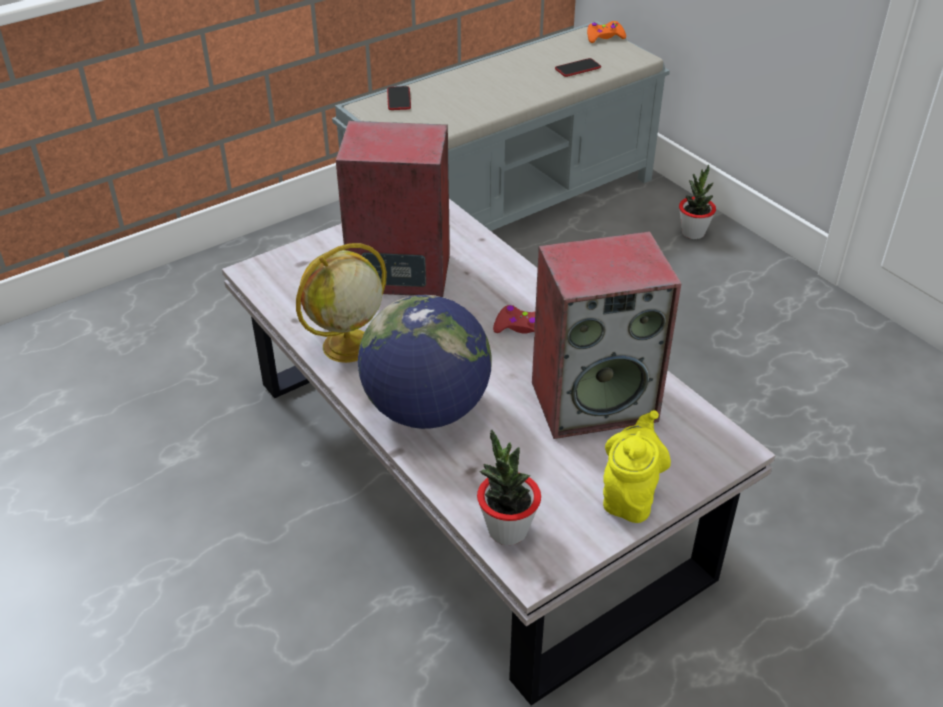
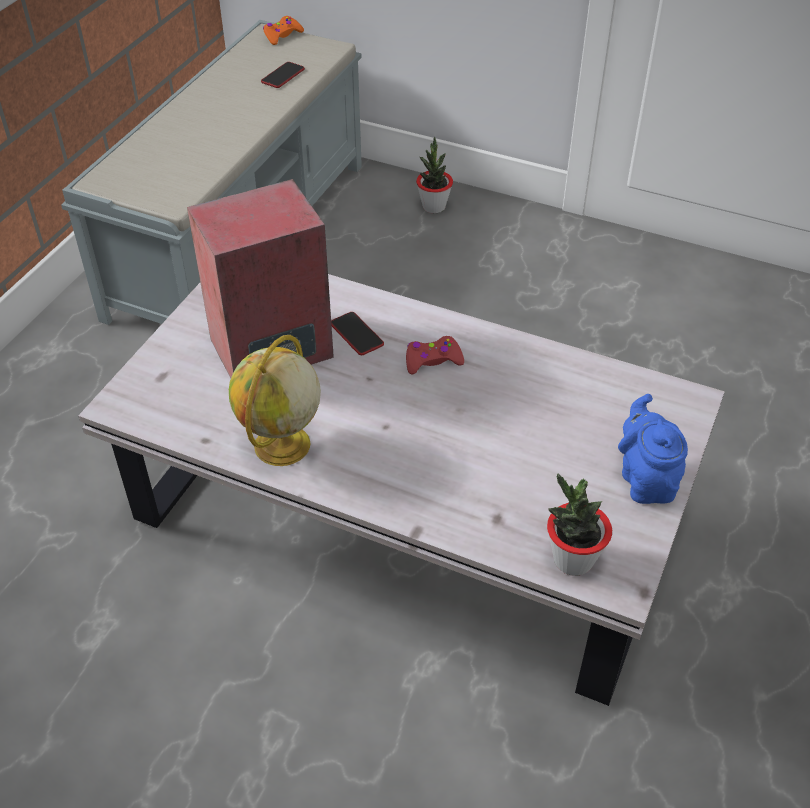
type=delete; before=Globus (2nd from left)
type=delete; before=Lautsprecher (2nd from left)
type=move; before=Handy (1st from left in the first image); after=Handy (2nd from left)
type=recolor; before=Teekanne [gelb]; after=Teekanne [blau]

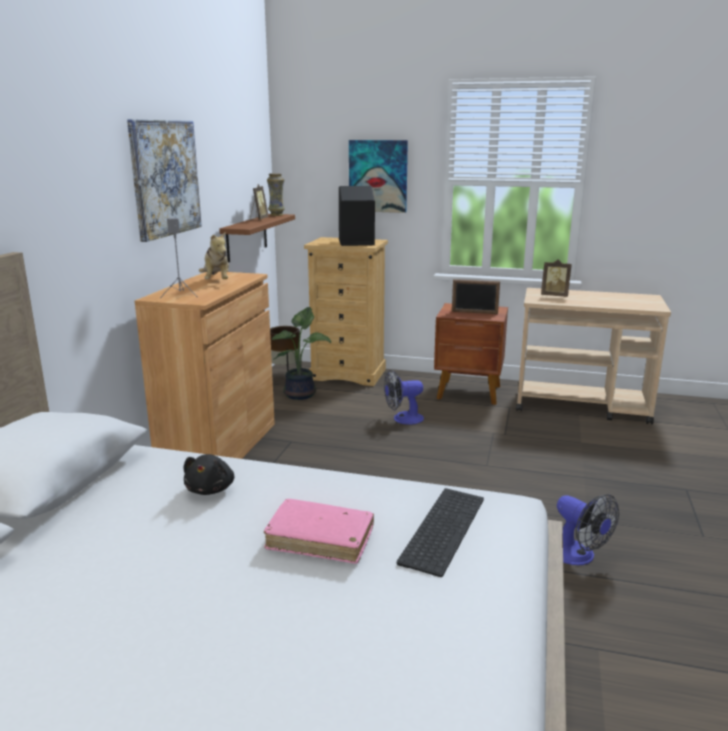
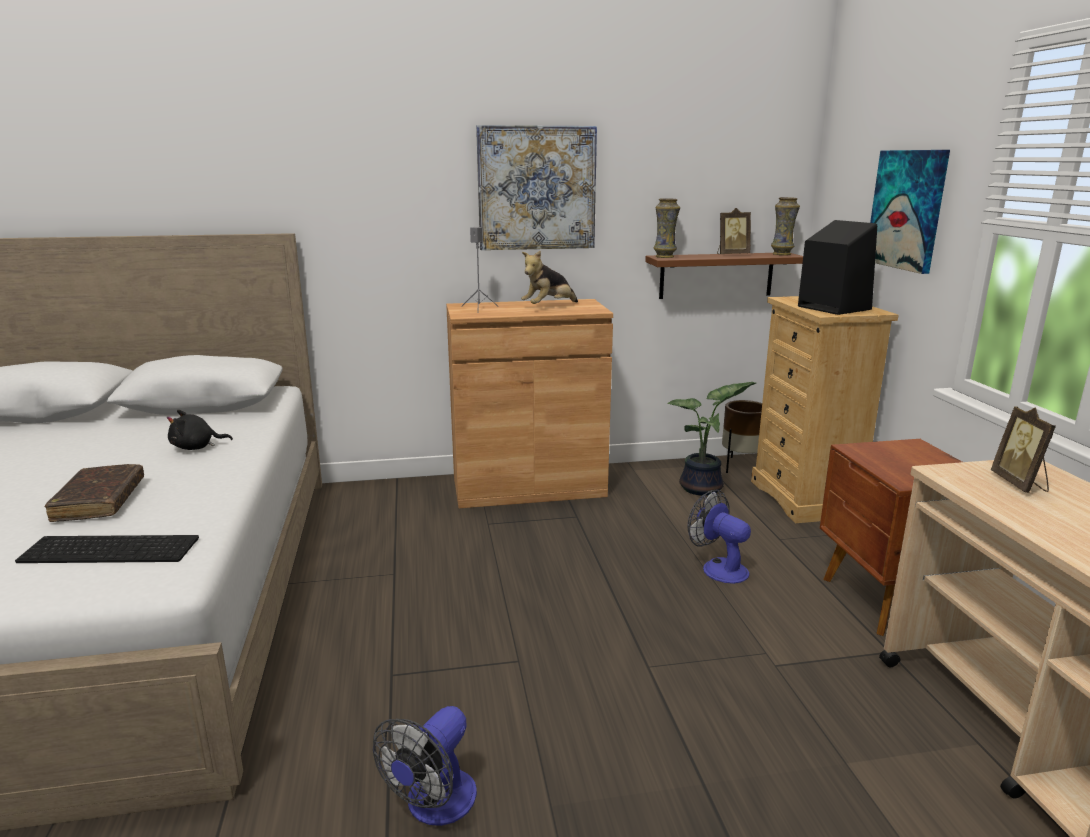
type=delete; before=Bilderrahmen (2nd from left)
type=insert; after=Vase (1st from left)
type=recolor; before=Buch [rosa]; after=Buch [braun]

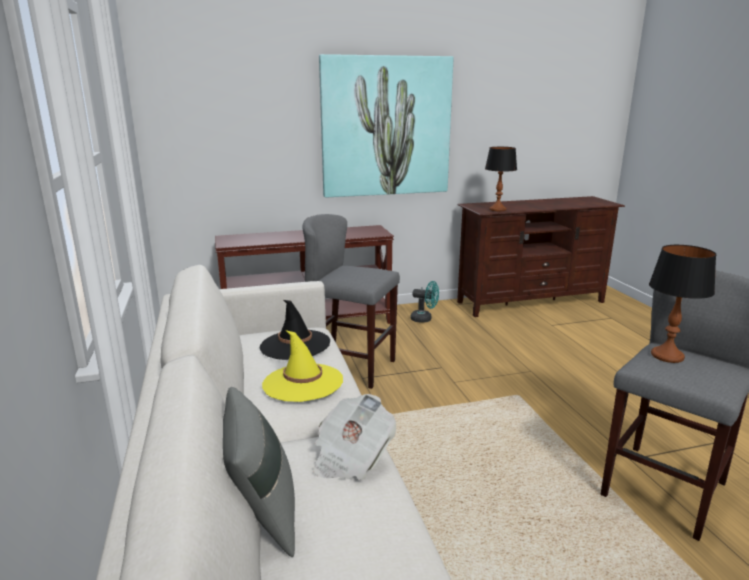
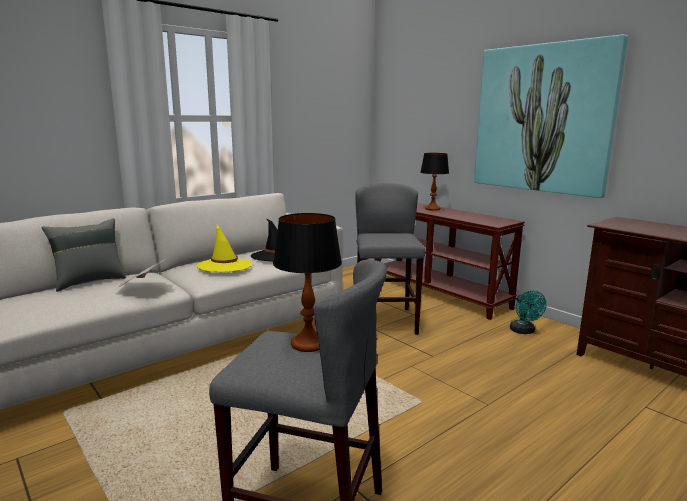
type=move; before=Tischlampe (1st from left in the first image); after=Tischlampe (2nd from left)

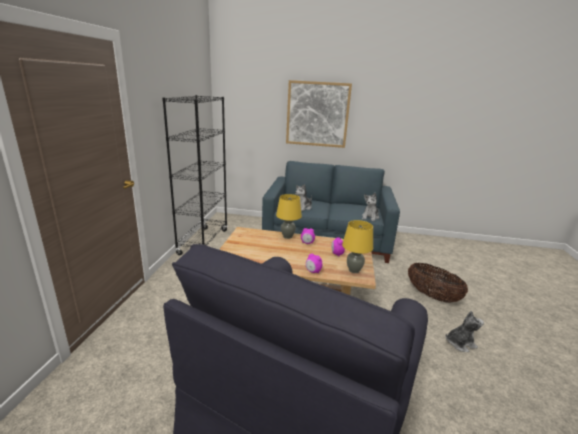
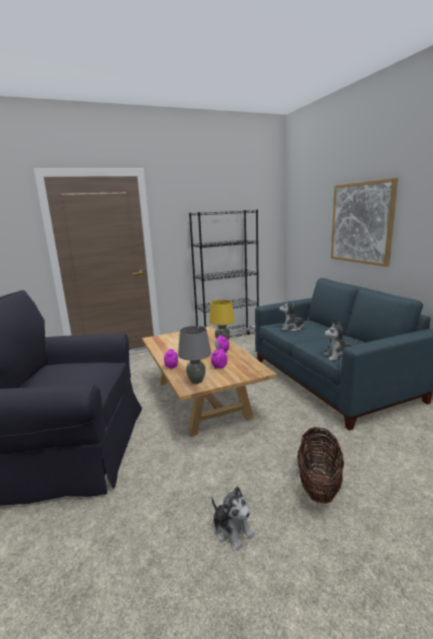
type=recolor; before=Tischlampe [gelb] (2nd from left); after=Tischlampe [grau]

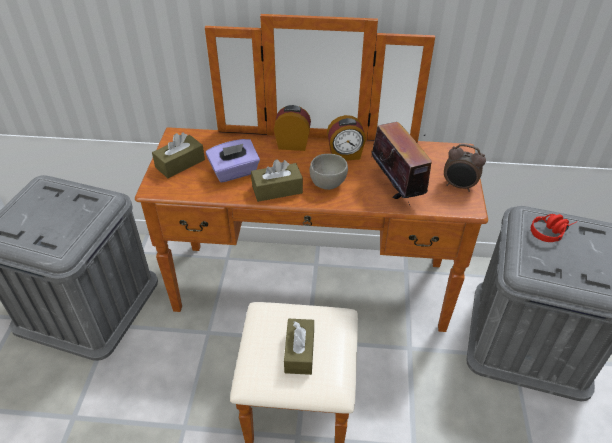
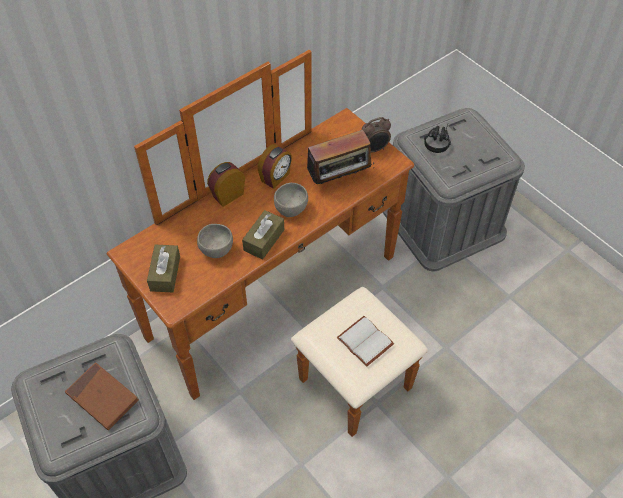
type=insert; after=Buch [braun]
type=replace; before=Taschentuchbox [lila]; after=Schüssel [grau] (1st from left)
type=replace; before=Taschentuchbox [braun] (3rd from left); after=Buch [weiß]
type=recolor; before=Kopfhörer [rot]; after=Kopfhörer [schwarz]
type=rotate; before=Radio; turn=135

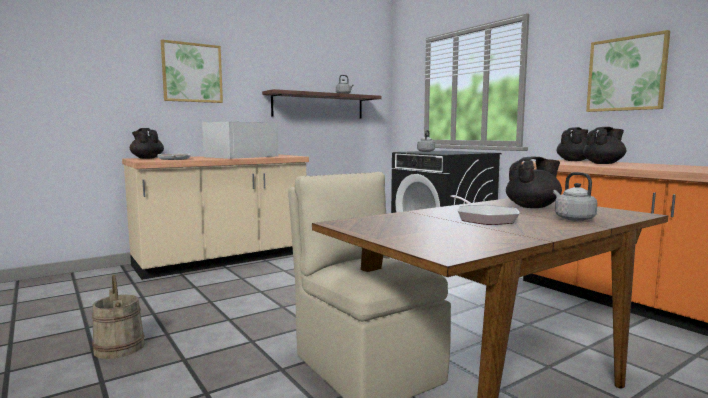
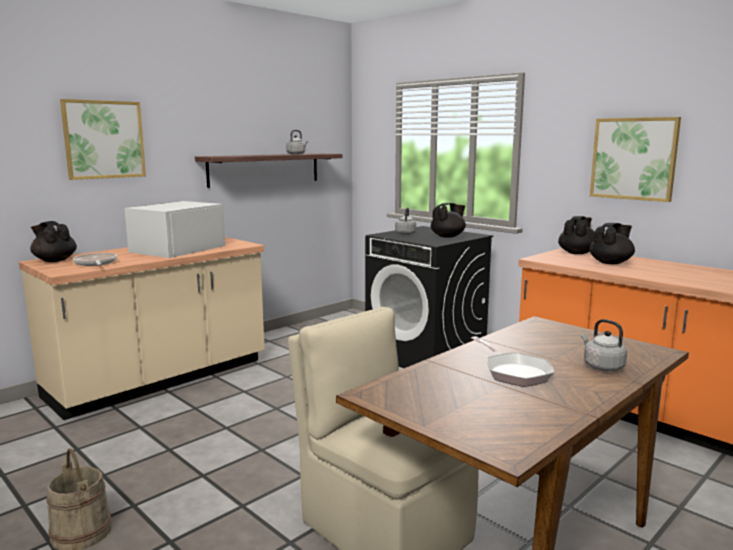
type=move; before=Teekanne [schwarz] (2nd from left)

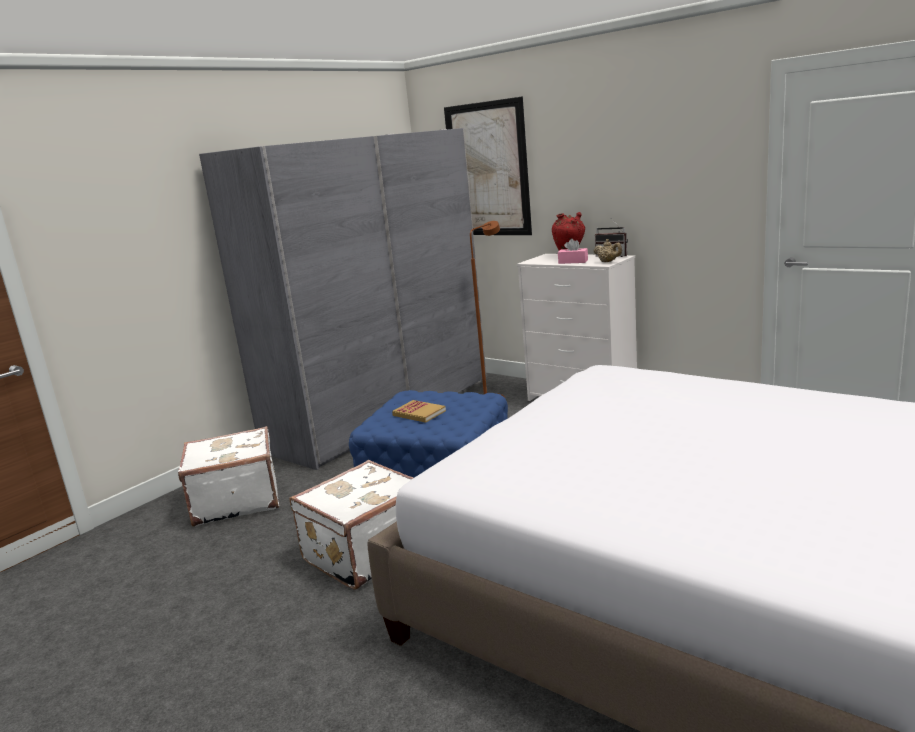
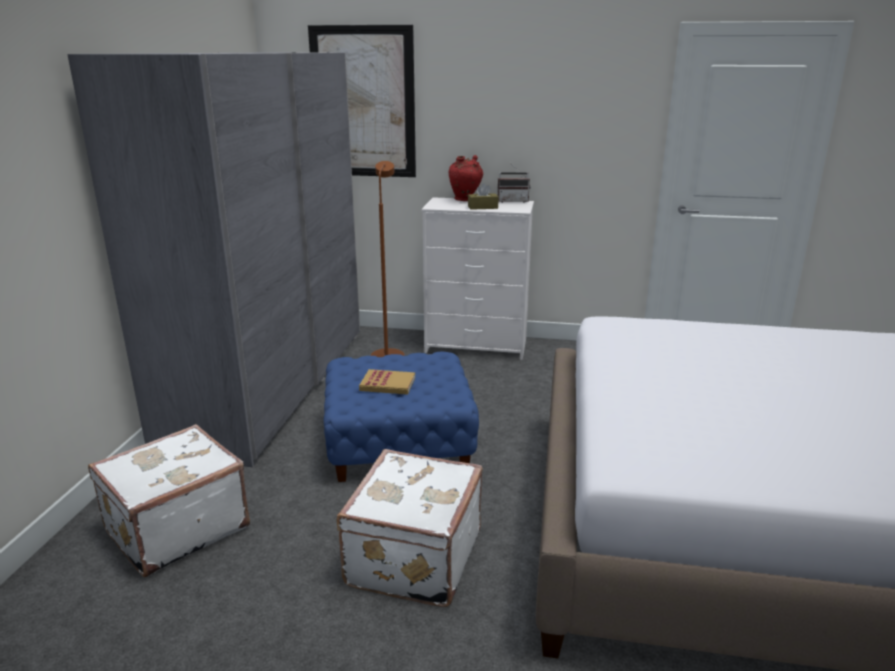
type=delete; before=Teekanne [beige]
type=recolor; before=Taschentuchbox [rosa]; after=Taschentuchbox [braun]

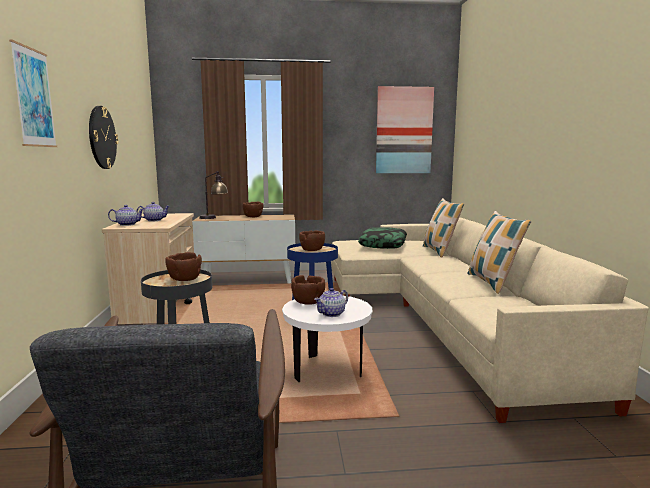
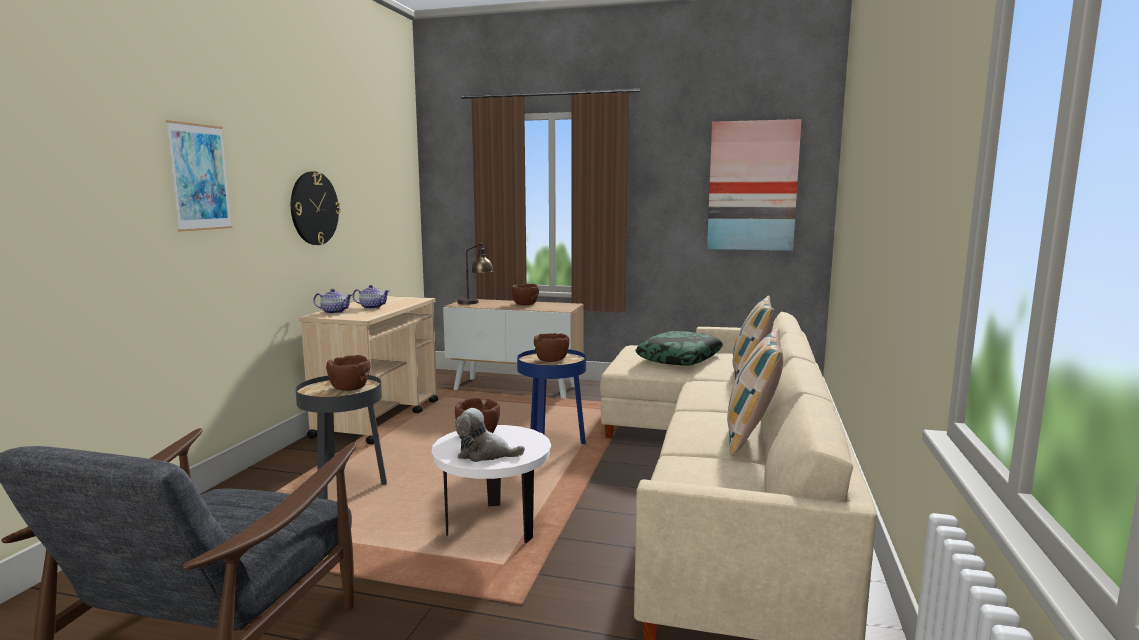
type=replace; before=Teekanne (3rd from left); after=Plüschtier

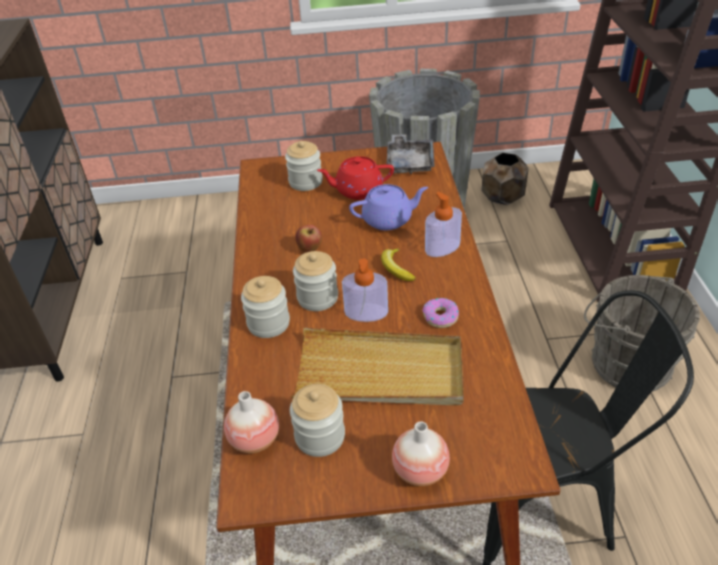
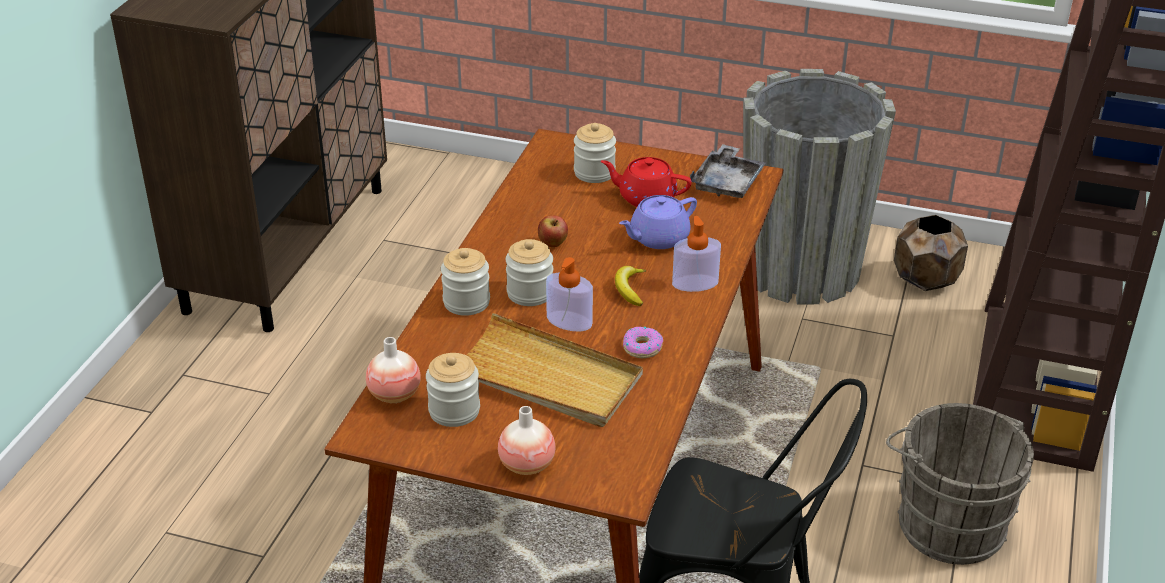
type=rotate; before=Teekanne [lila]; turn=135

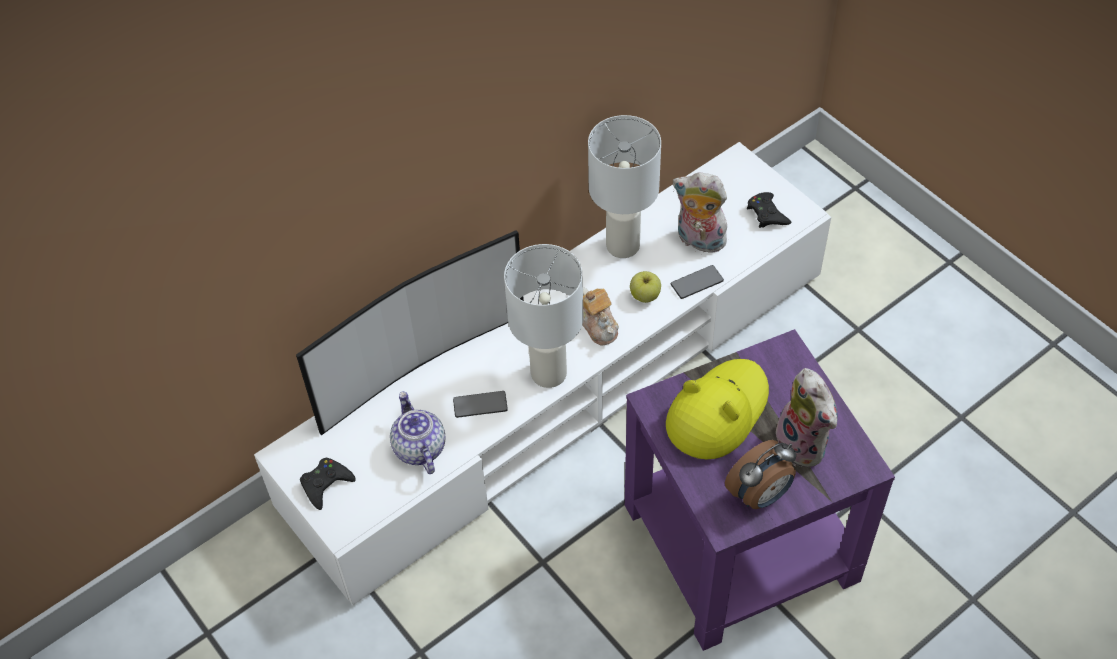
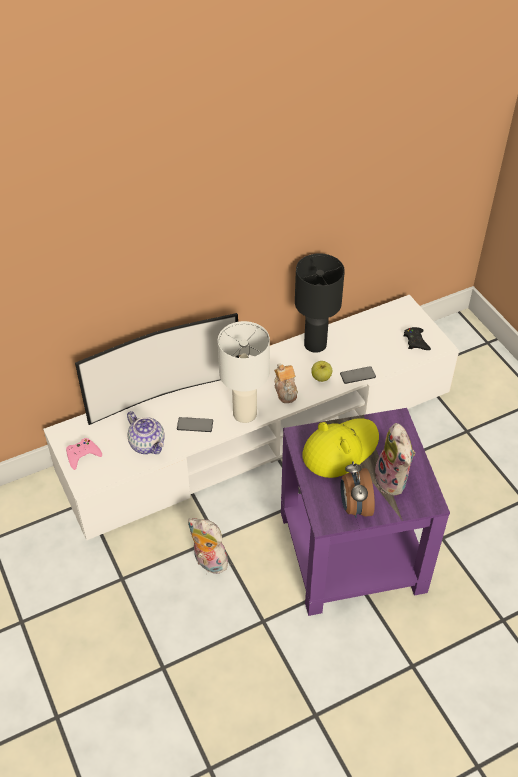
type=move; before=Plüschtier (1st from left)
type=recolor; before=Gamepad [schwarz] (1st from left); after=Gamepad [rosa]
type=recolor; before=Tischlampe [weiß] (2nd from left); after=Tischlampe [schwarz]
type=rotate; before=Teekanne (1st from left); turn=150
type=rotate; before=Wecker; turn=105

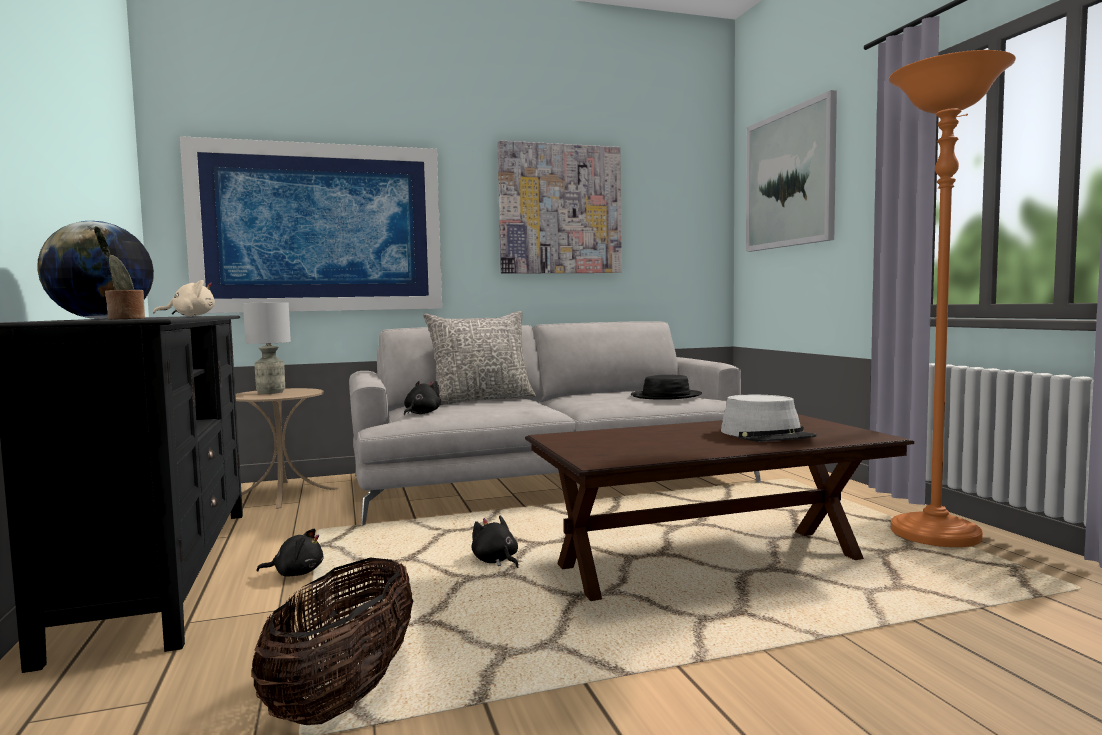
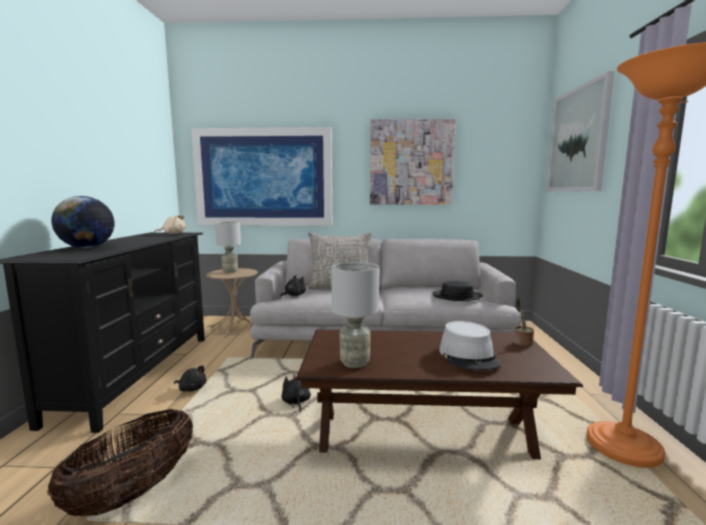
type=insert; after=Tischlampe [grau] (2nd from left)
type=move; before=Topfpflanze

